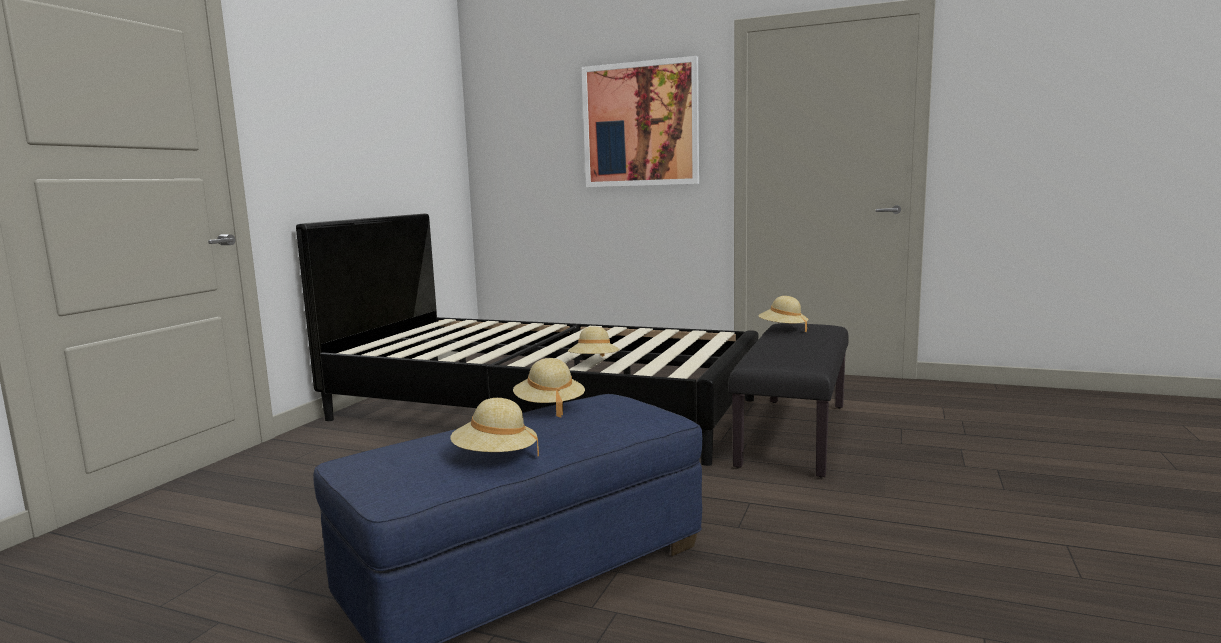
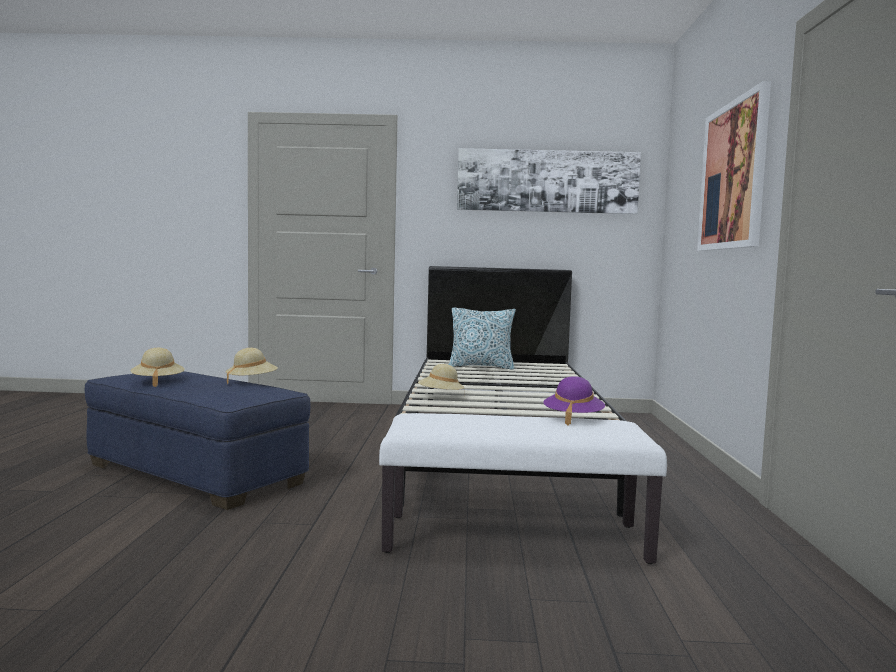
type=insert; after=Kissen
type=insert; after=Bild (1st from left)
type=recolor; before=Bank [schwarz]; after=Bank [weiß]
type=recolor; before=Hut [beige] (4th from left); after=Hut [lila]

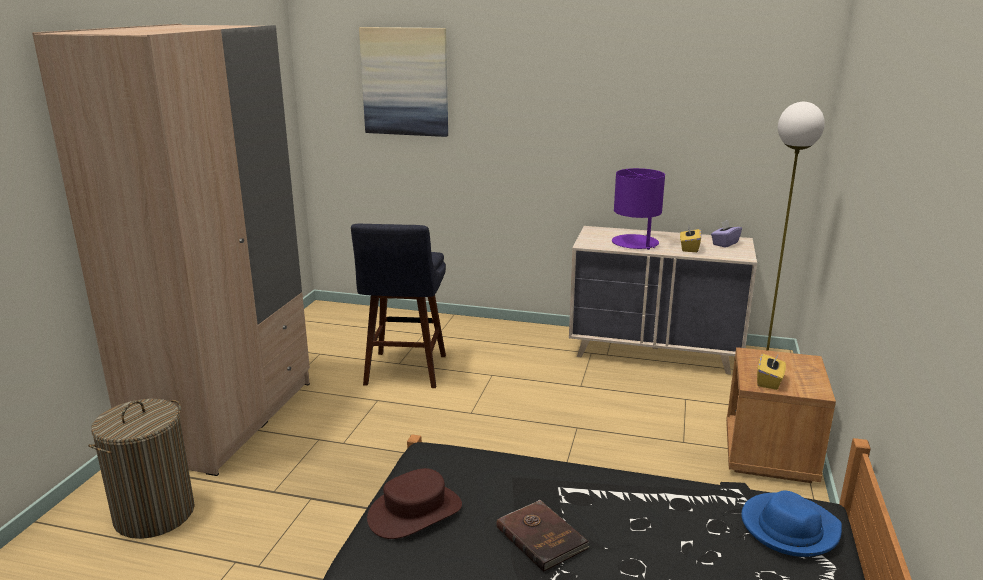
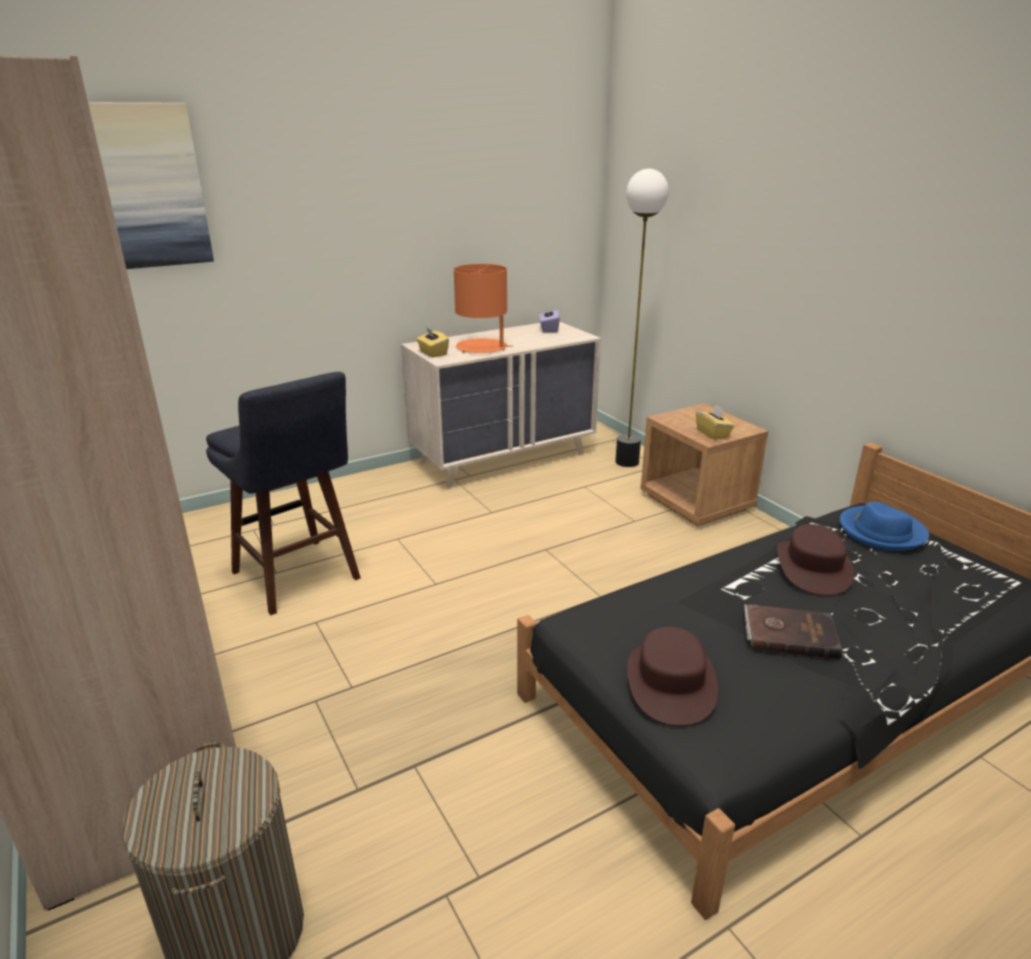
type=insert; after=Hut [braun] (2nd from left)
type=move; before=Taschentuchbox [gelb] (1st from left)
type=recolor; before=Tischlampe [lila]; after=Tischlampe [orange]

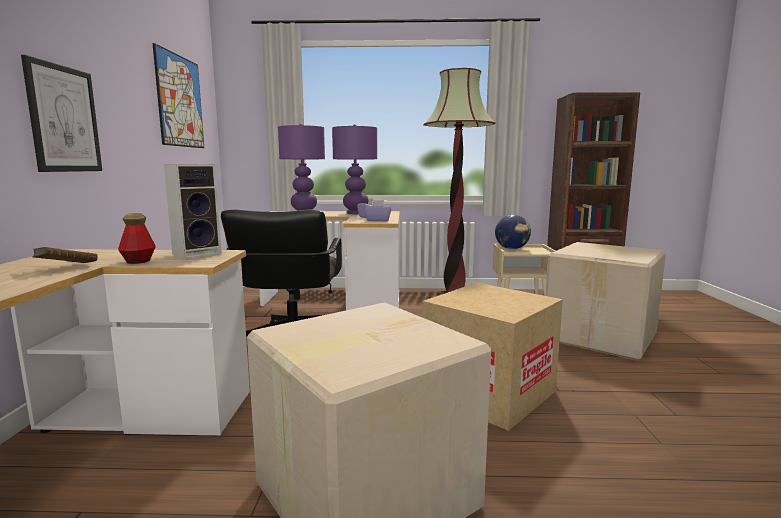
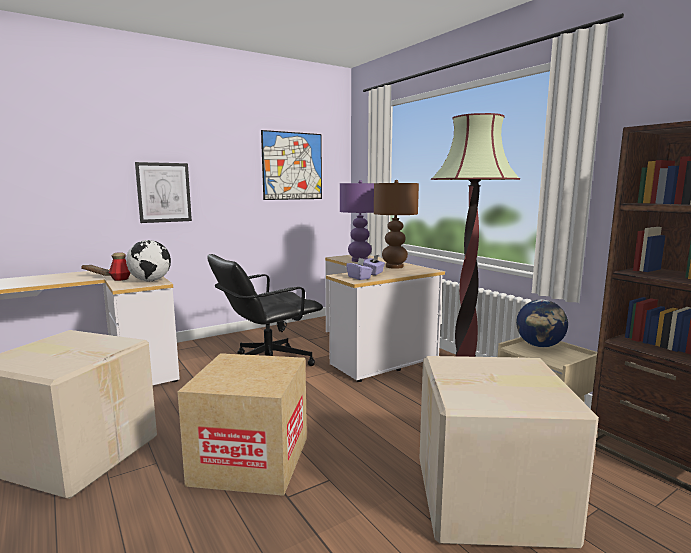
type=replace; before=Lautsprecher; after=Globus (1st from left)
type=recolor; before=Tischlampe [lila] (2nd from left); after=Tischlampe [braun]

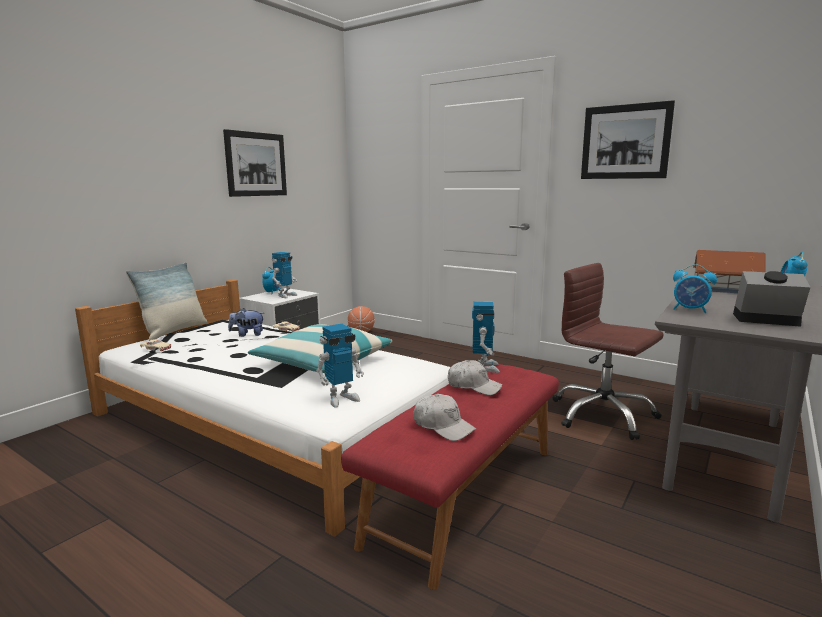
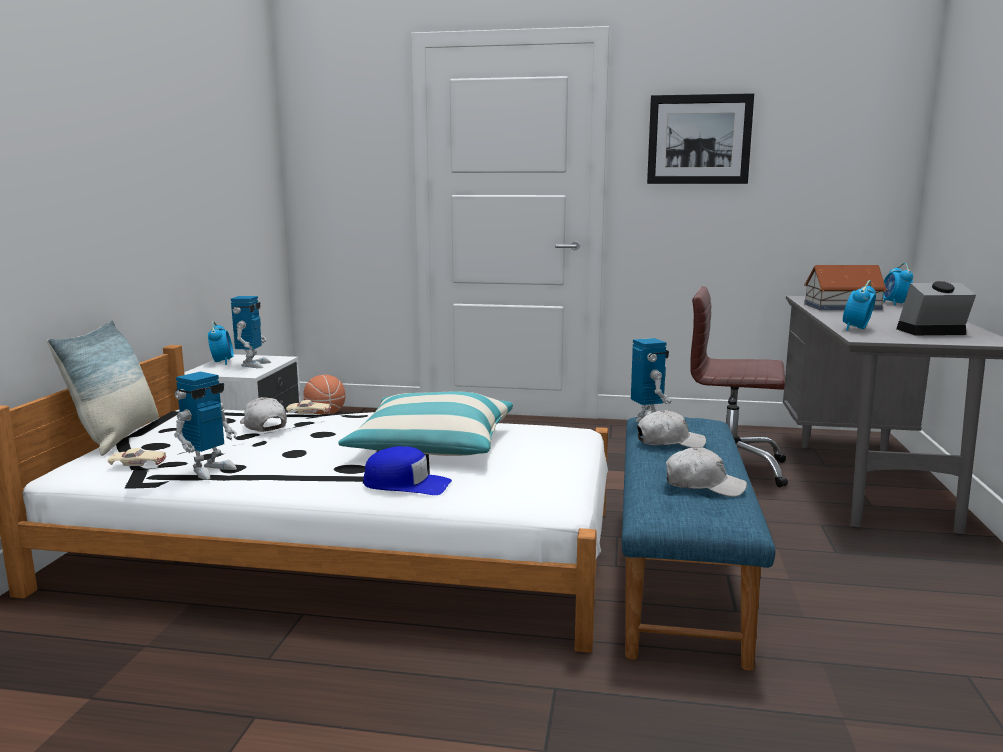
type=delete; before=Bild (1st from left)
type=insert; after=Kappe [blau]
type=move; before=Spielzeugroboter (2nd from left in the first image); after=Spielzeugroboter (1st from left)
type=replace; before=Plüschtier; after=Kappe [weiß] (1st from left)
type=recolor; before=Bank [rot]; after=Bank [blau]
type=rotate; before=Wecker (2nd from left); turn=120

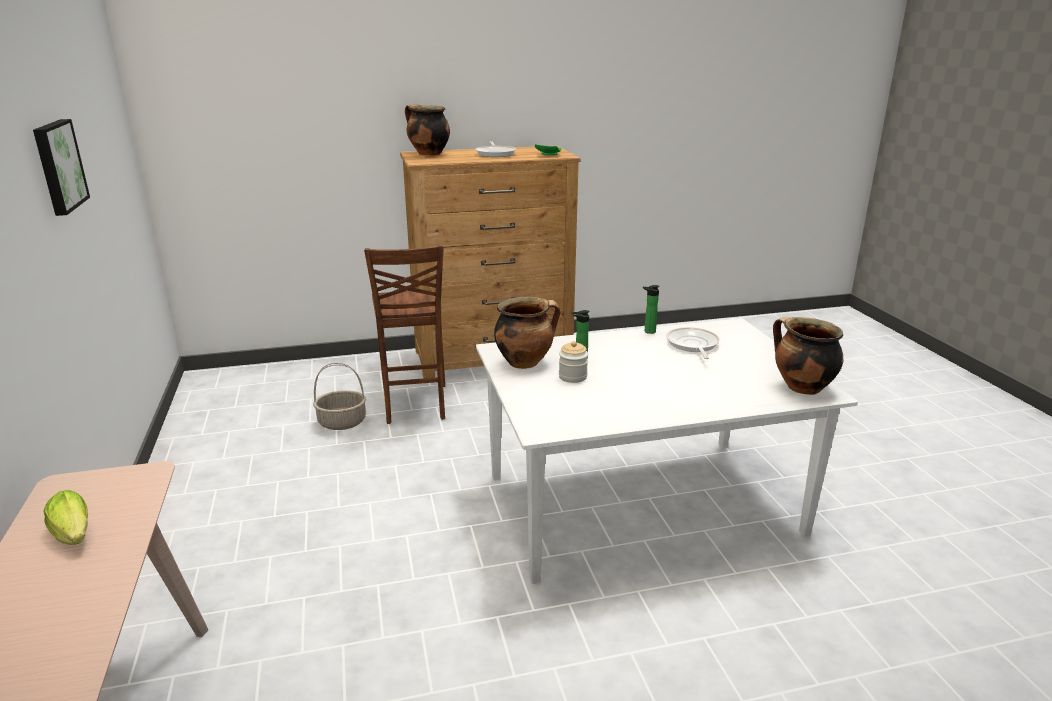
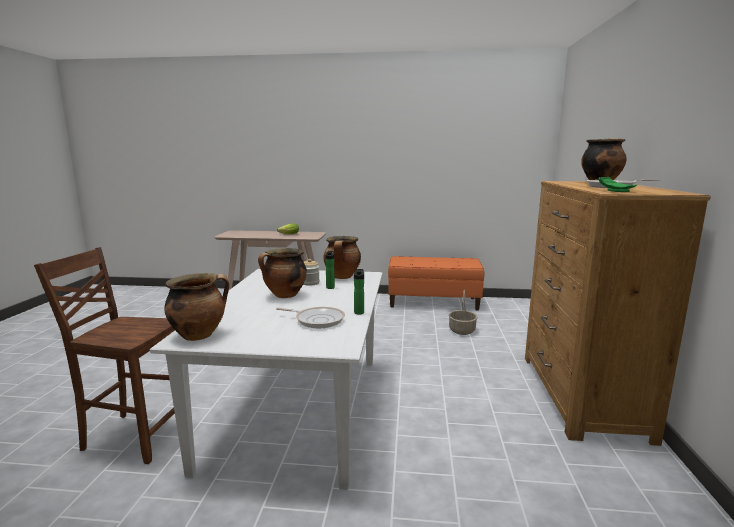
type=delete; before=Bild
type=insert; after=Kochtopf (2nd from left)
type=insert; after=Bank [orange]
type=move; before=Stuhl [braun]

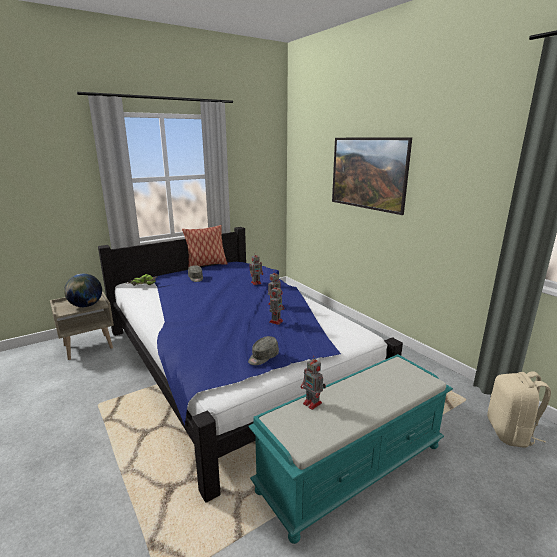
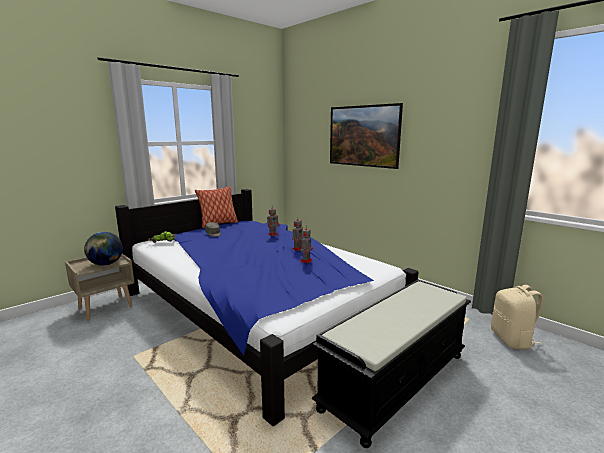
type=delete; before=Kappe [grau] (2nd from left)
type=delete; before=Spielzeugroboter (4th from left)
type=recolor; before=Bank [türkis]; after=Bank [schwarz]

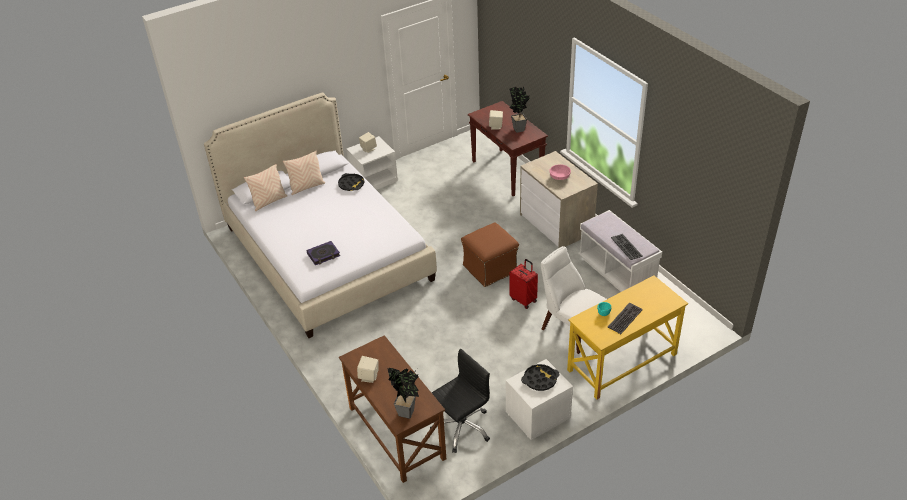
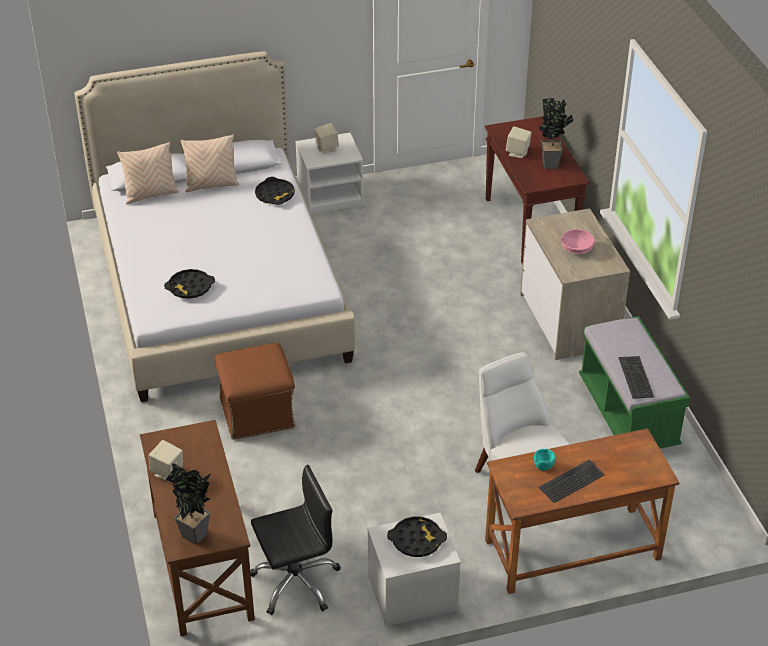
type=delete; before=Koffer [rot]
type=move; before=Polsterhocker [braun]
type=replace; before=Buch; after=Tablett [schwarz] (1st from left)
type=recolor; before=Schreibtisch [gelb]; after=Schreibtisch [braun] (2nd from left)
type=recolor; before=Bank [weiß]; after=Bank [grün]

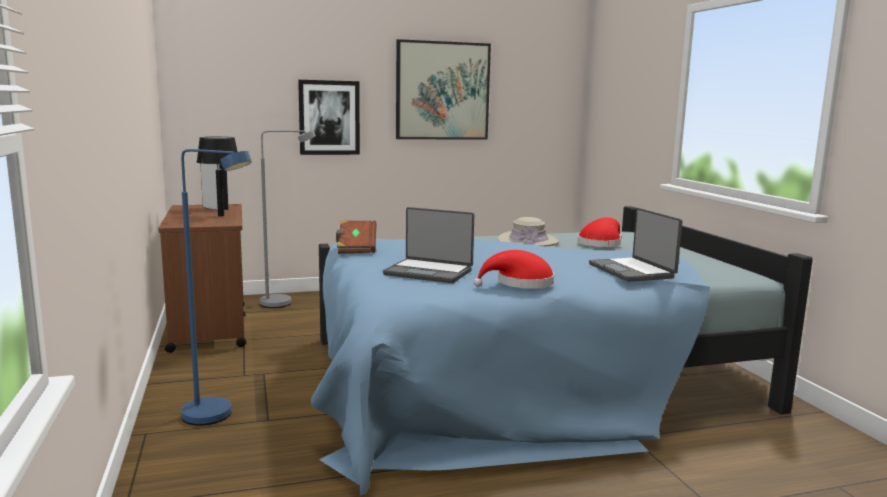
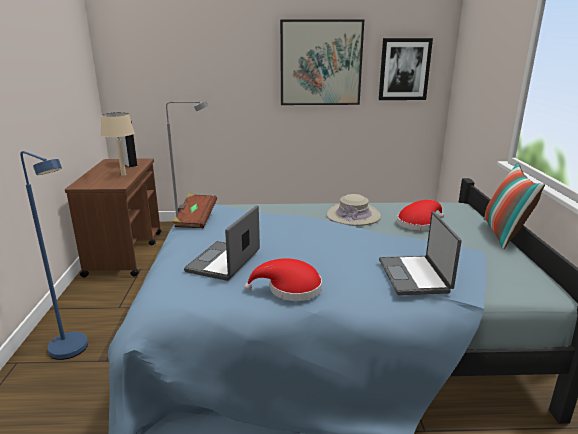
type=insert; after=Kissen
type=move; before=Bild (1st from left in the first image); after=Bild (2nd from left)
type=recolor; before=Tischlampe [schwarz]; after=Tischlampe [beige]
type=rotate; before=Laptop (1st from left); turn=75

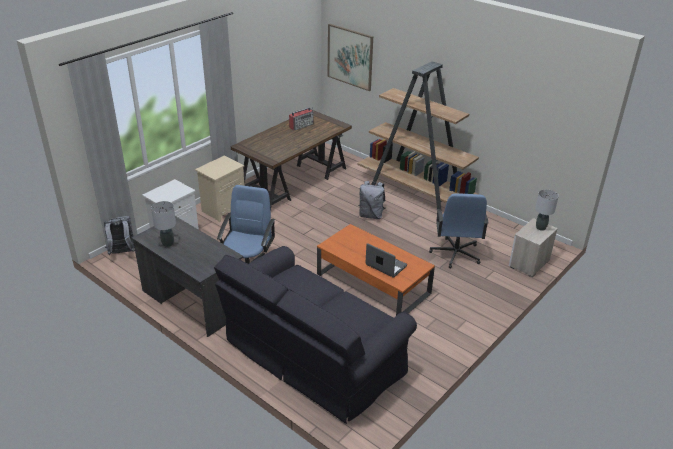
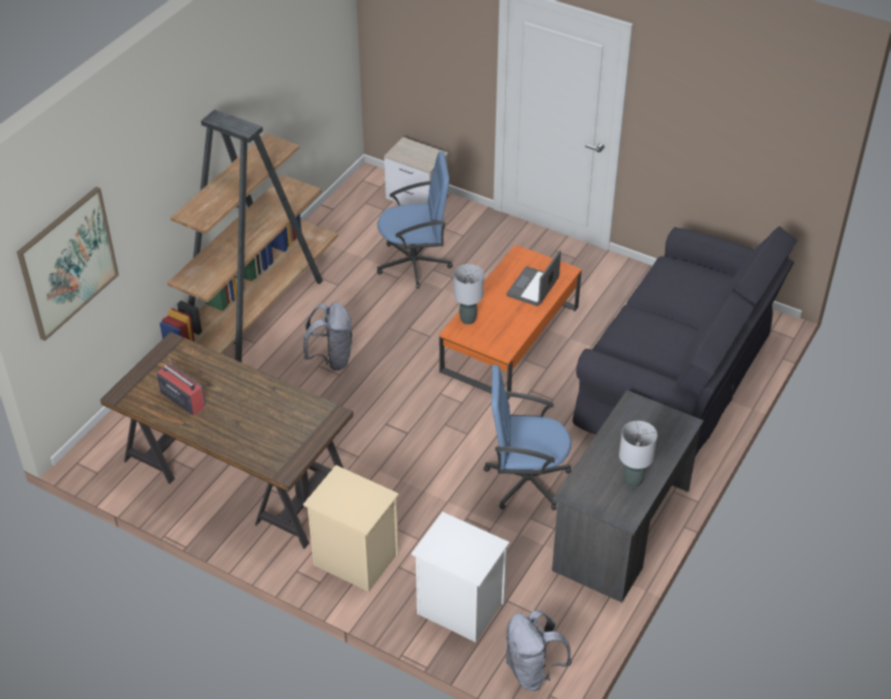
type=move; before=Tischlampe [grau] (2nd from left in the first image); after=Tischlampe [grau] (1st from left)

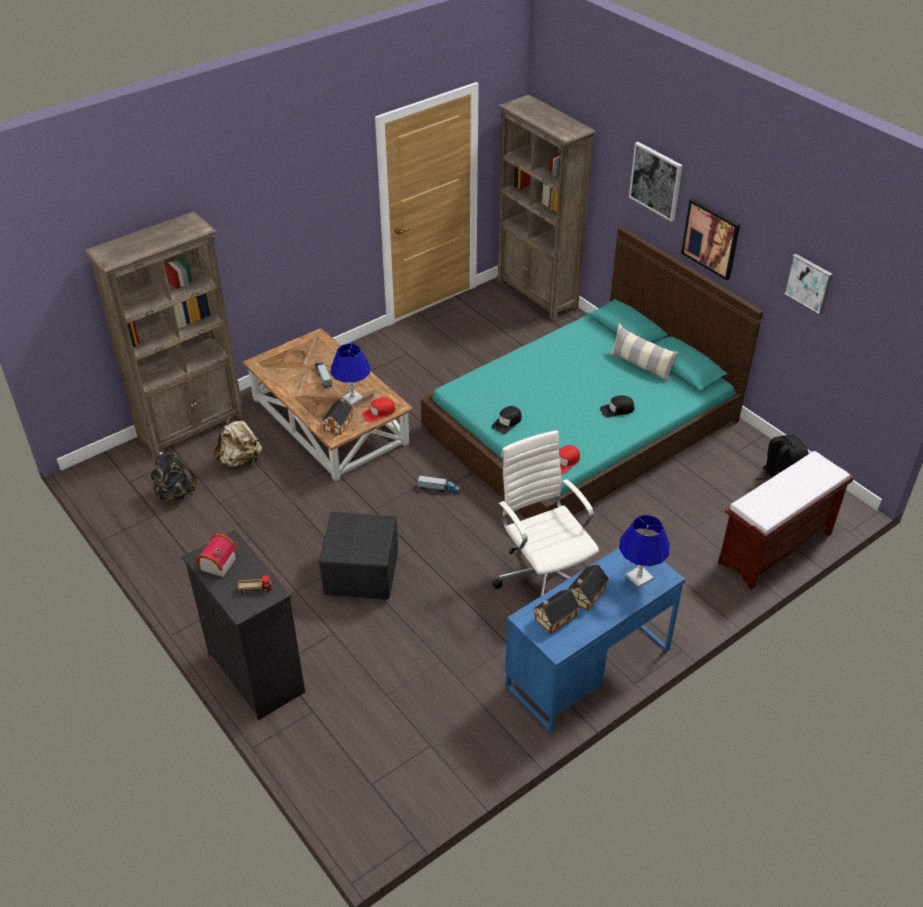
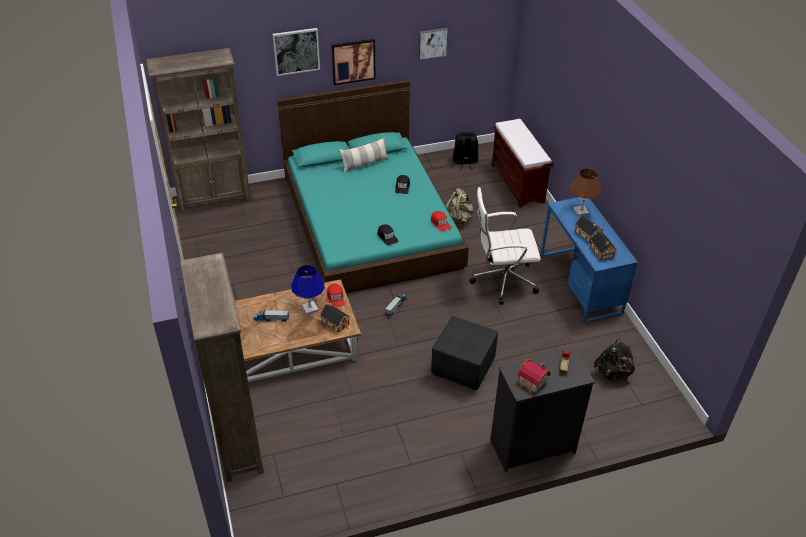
type=move; before=Rucksack [schwarz] (1st from left in the first image); after=Rucksack [schwarz] (2nd from left)
type=move; before=Rucksack [beige]
type=recolor; before=Tischlampe [blau] (2nd from left); after=Tischlampe [braun]

